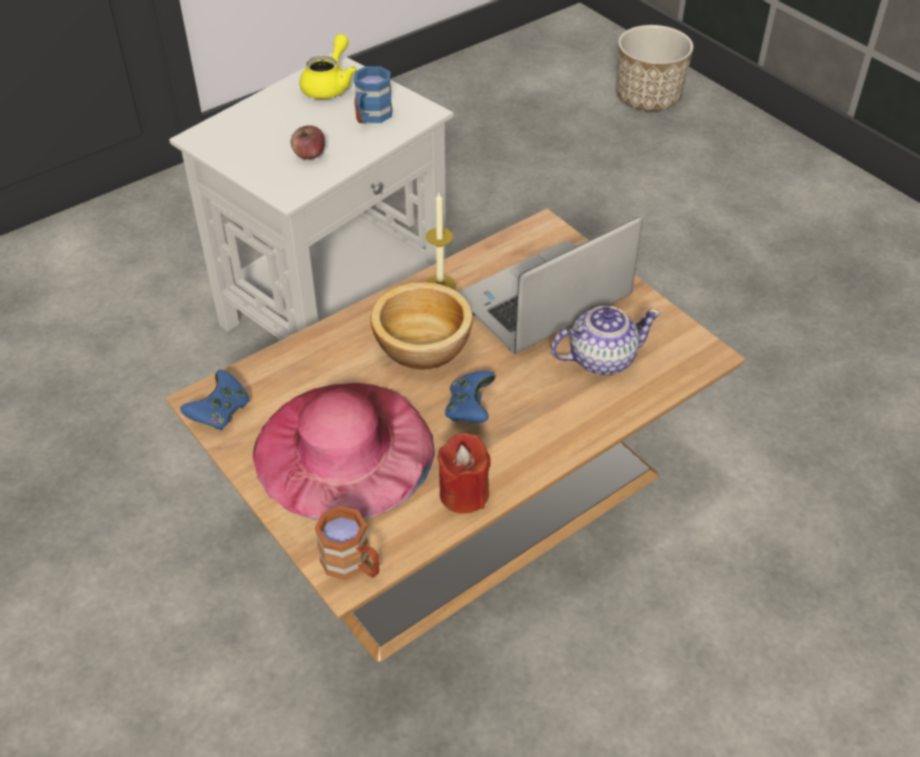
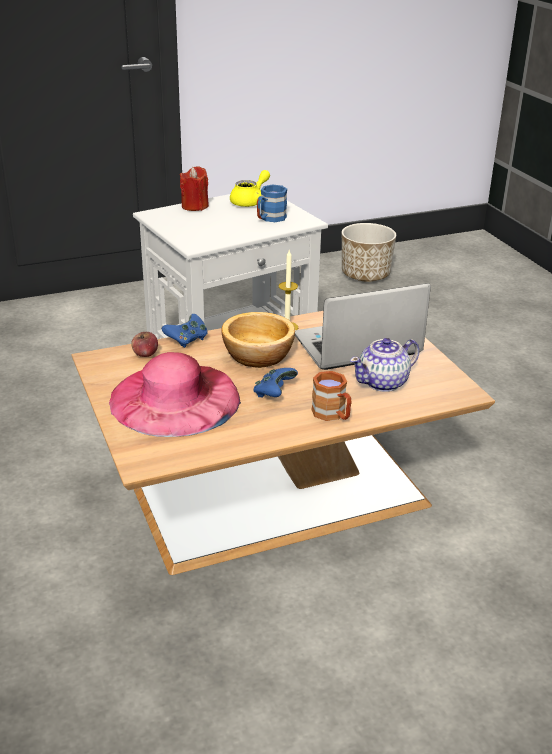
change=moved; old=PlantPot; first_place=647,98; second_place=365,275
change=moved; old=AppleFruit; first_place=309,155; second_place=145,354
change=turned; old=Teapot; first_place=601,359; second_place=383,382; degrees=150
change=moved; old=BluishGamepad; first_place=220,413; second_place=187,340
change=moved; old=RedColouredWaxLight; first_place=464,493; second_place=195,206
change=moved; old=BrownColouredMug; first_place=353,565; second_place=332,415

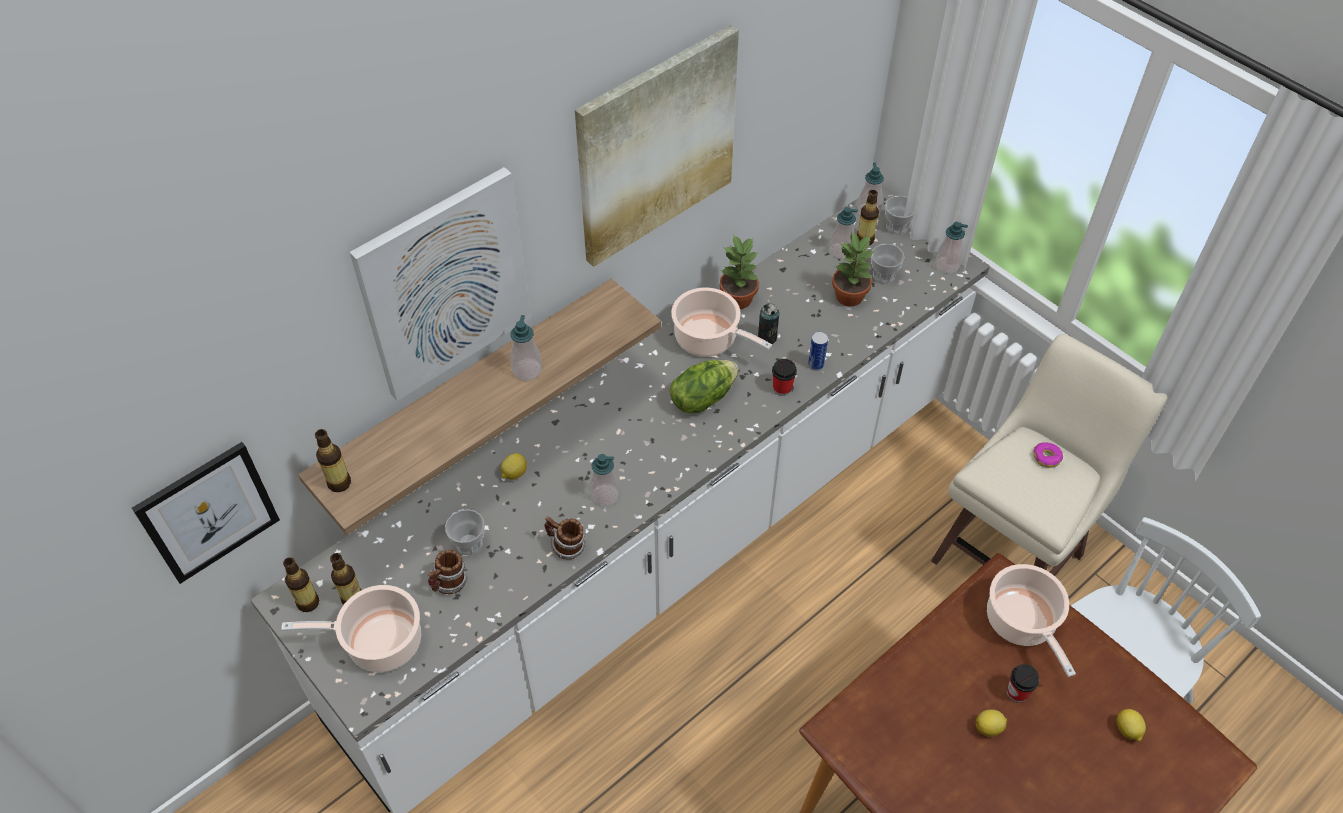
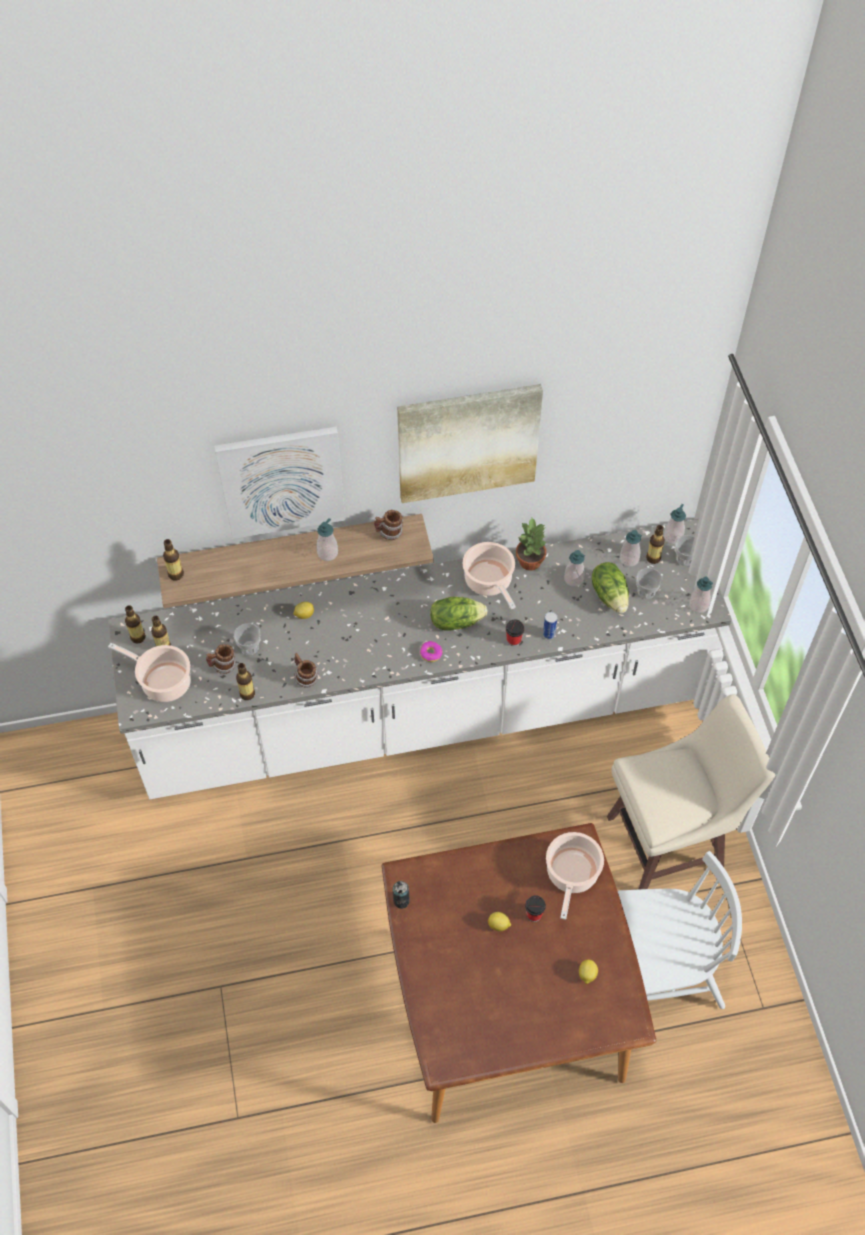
change=replaced; old=Houseplant; new=Lettuce; first_place=849,296; second_place=610,595
change=moved; old=Can; first_place=767,338; second_place=401,901
change=removed; old=WallArt; first_place=208,512
change=moved; old=Donut; first_place=1046,458; second_place=431,654
change=moved; old=SoapDispenser; first_place=605,496; second_place=573,579
change=added; new=Mug; second_place=389,533
change=added; new=Bottle; second_place=247,694

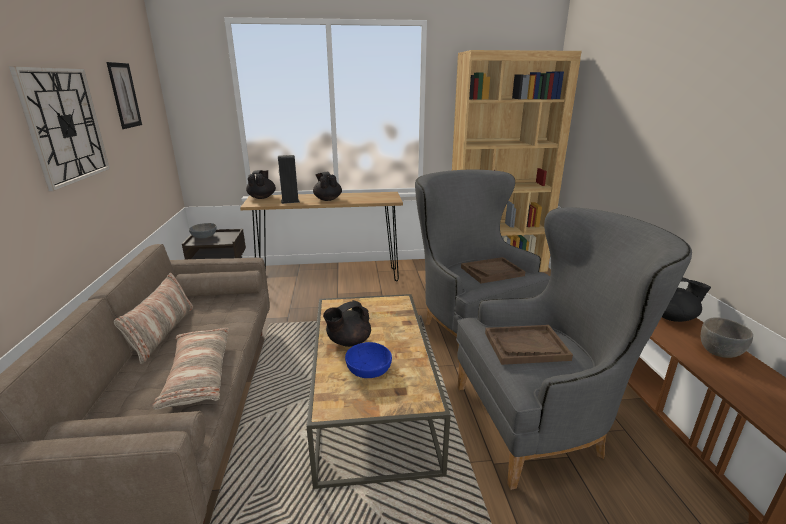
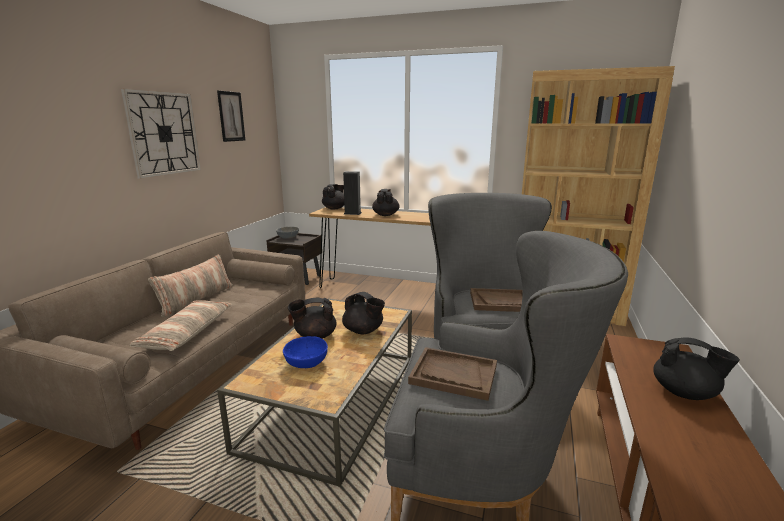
change=removed; old=GreyishDeepDish; first_place=719,352
change=added; new=BlackishTeapot; second_place=363,331

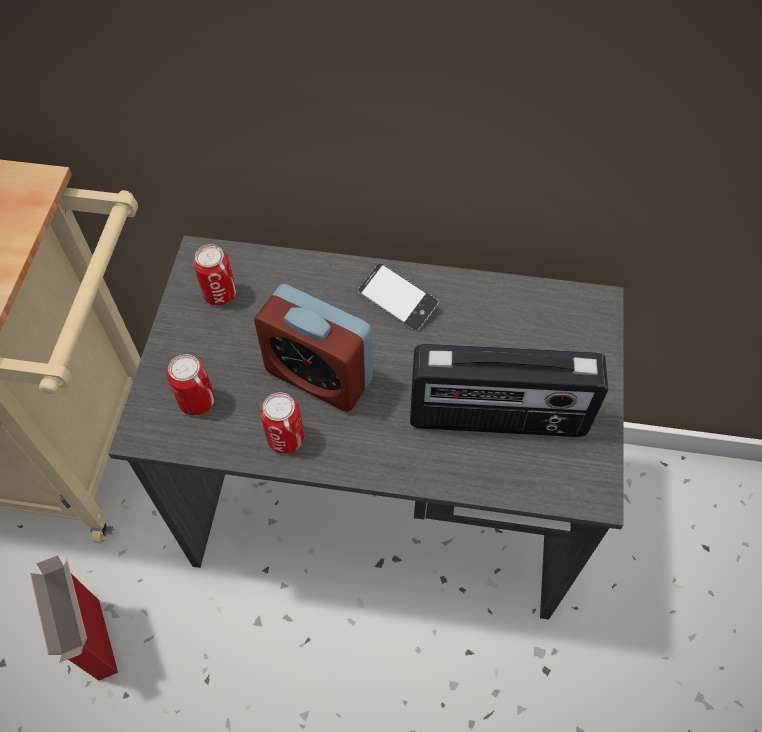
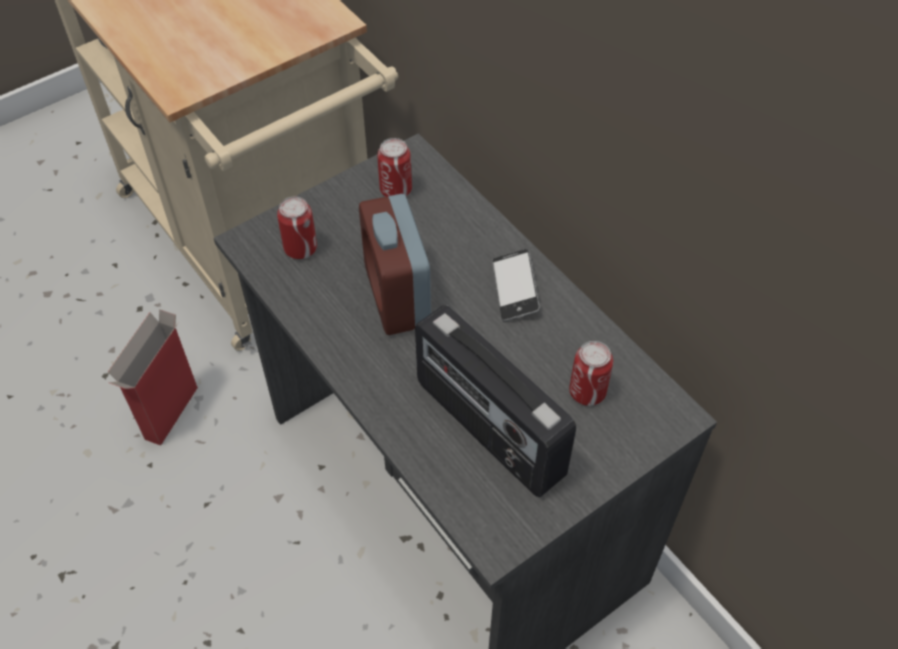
change=moved; old=Can; first_place=285,438; second_place=587,392

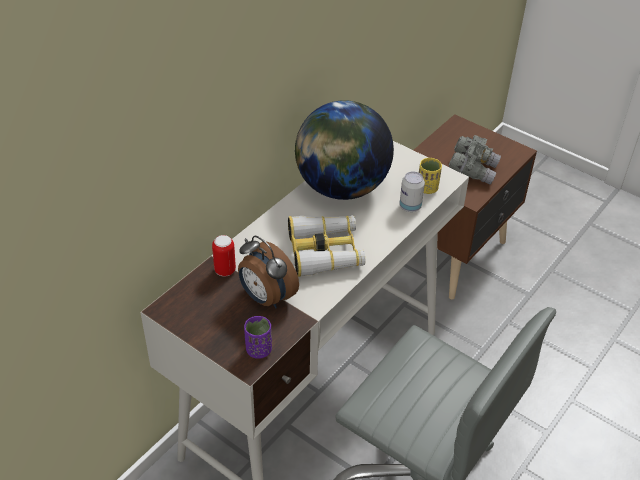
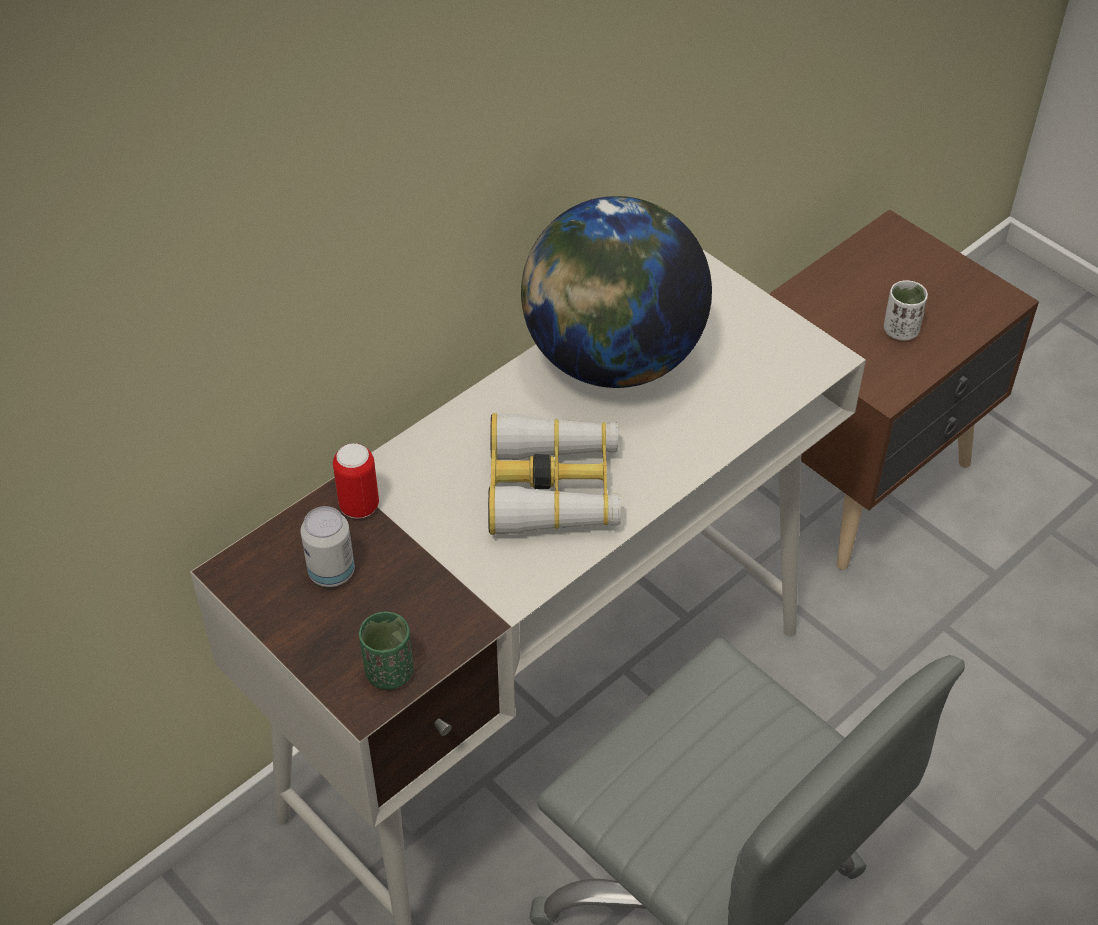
change=replaced; old=GreyishFieldGlasses; new=WhiteColouredDrinkingCup; first_place=472,170; second_place=900,330
change=removed; old=YellowDrinkingCup; first_place=427,188
change=moved; old=Can; first_place=410,207; second_place=331,572
change=removed; old=AlarmClock; first_place=266,298
change=recoloured; old=PurpleDrinkingCup; new=GreenColouredDrinkingCup; first_place=258,350; second_place=389,672

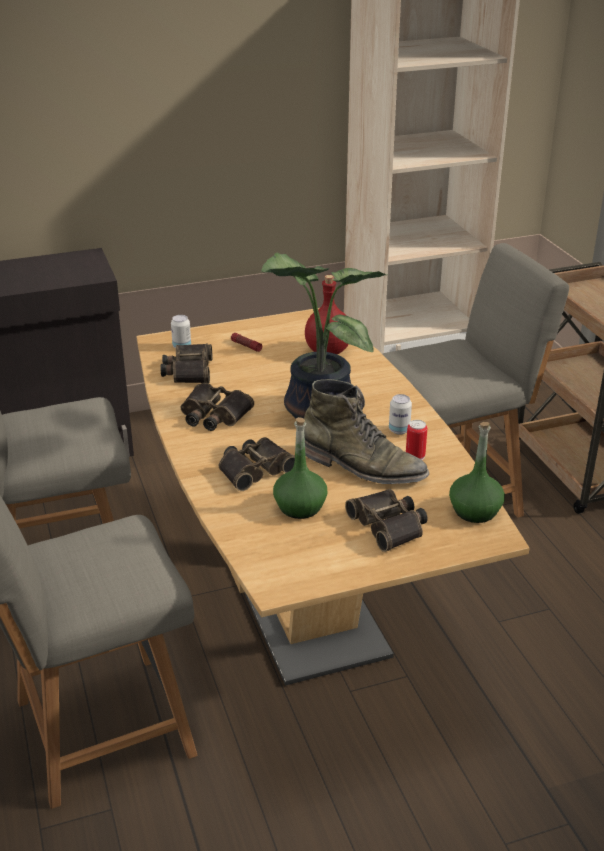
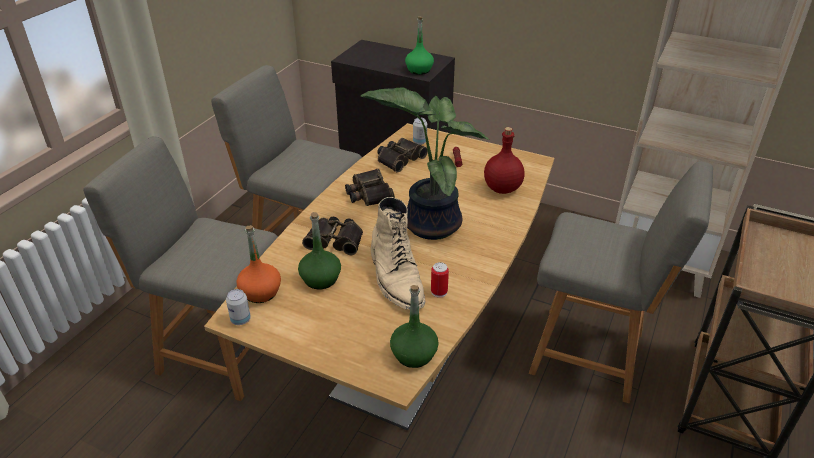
change=recoloured; old=GreenColouredTallBoot; new=SandColouredTallBoot; first_place=362,466; second_place=396,277
change=moved; old=Can; first_place=399,430; second_place=240,320
change=removed; old=FieldGlasses; first_place=389,525
change=added; new=GreenColouredBottle; second_place=419,70
change=added; new=OrangeColouredBottle; second_place=260,292

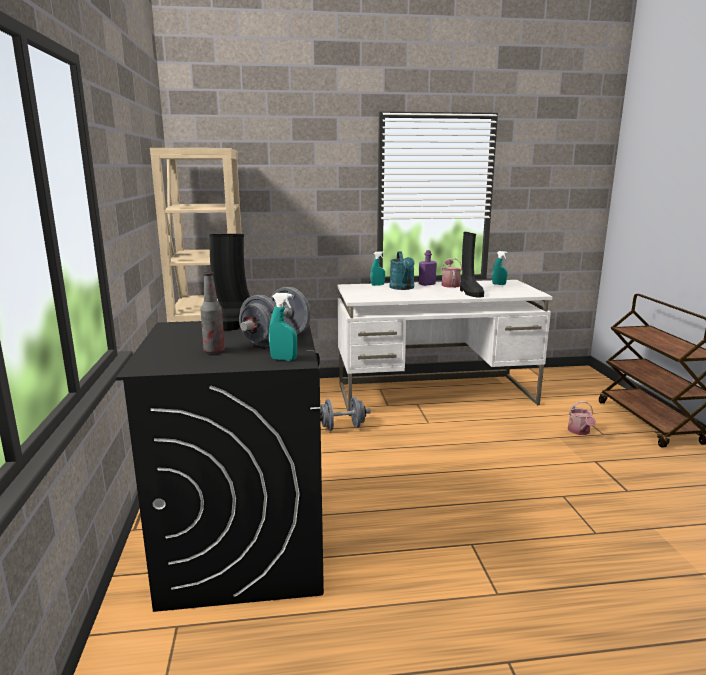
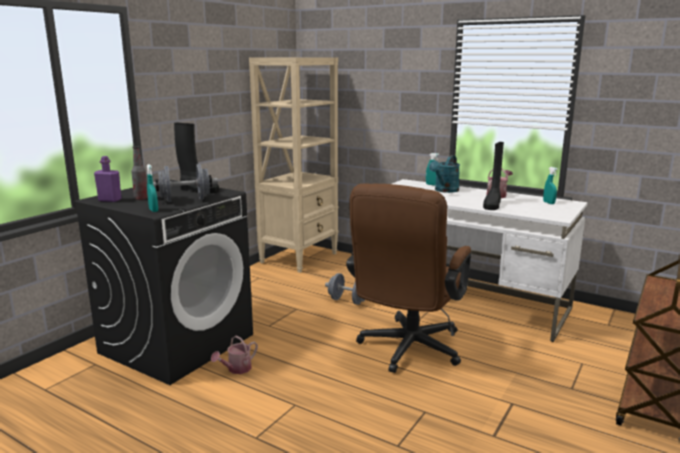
change=moved; old=PurpleBottle; first_place=427,284; second_place=110,200
change=moved; old=WateringPot; first_place=579,432; second_place=236,369
change=added; new=BrownColouredComputerChair; second_place=407,351

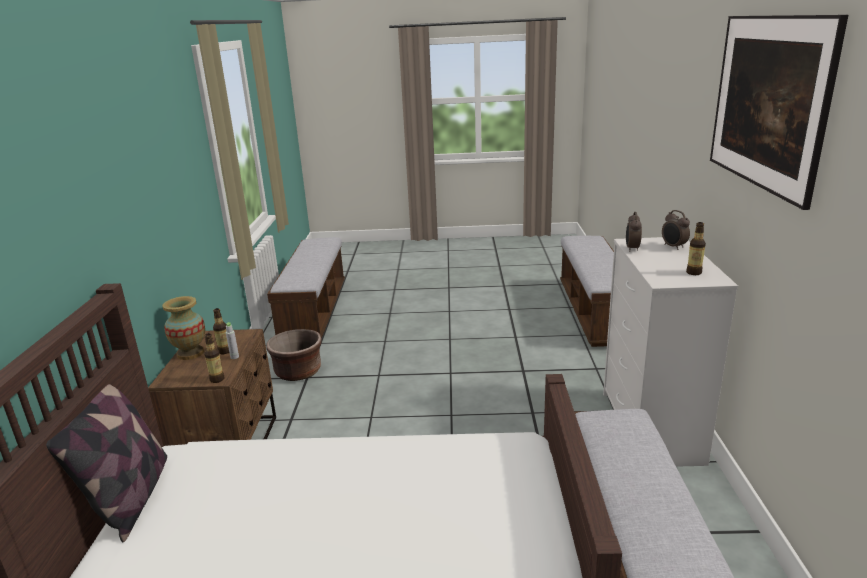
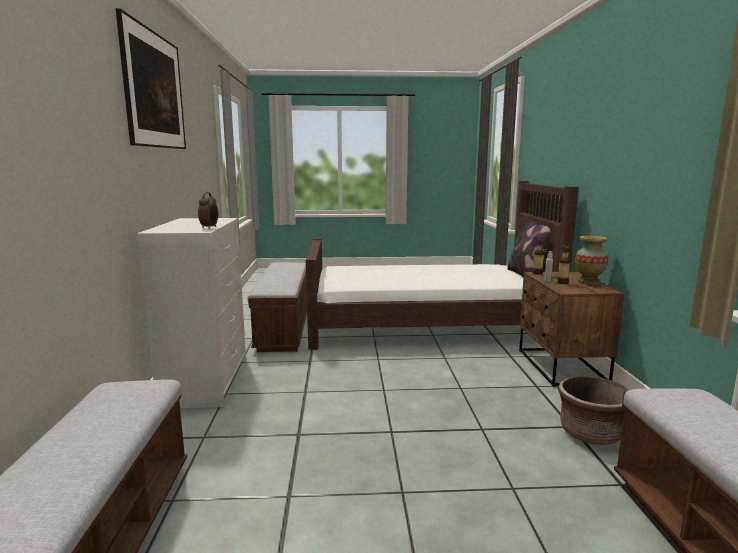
change=removed; old=AlarmClock; first_place=673,247
change=removed; old=Bottle; first_place=694,273

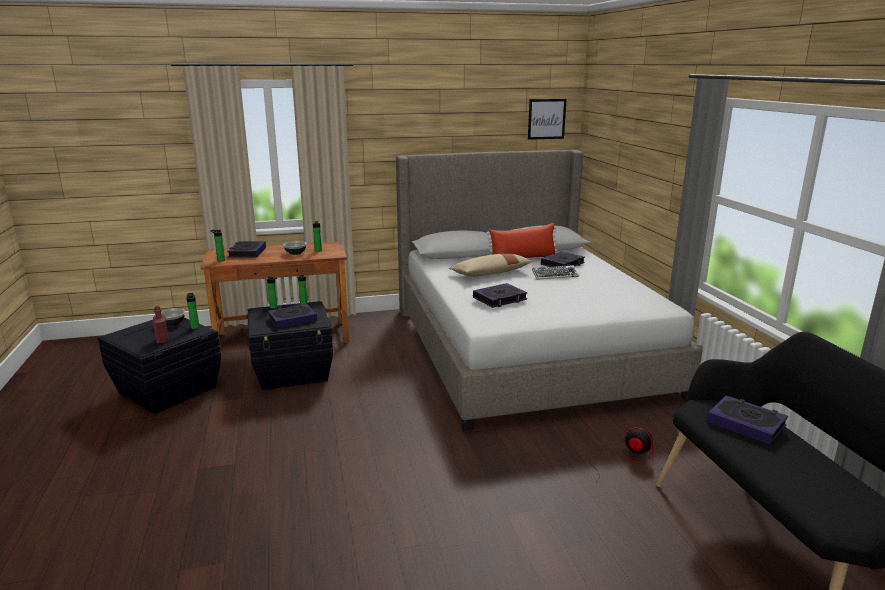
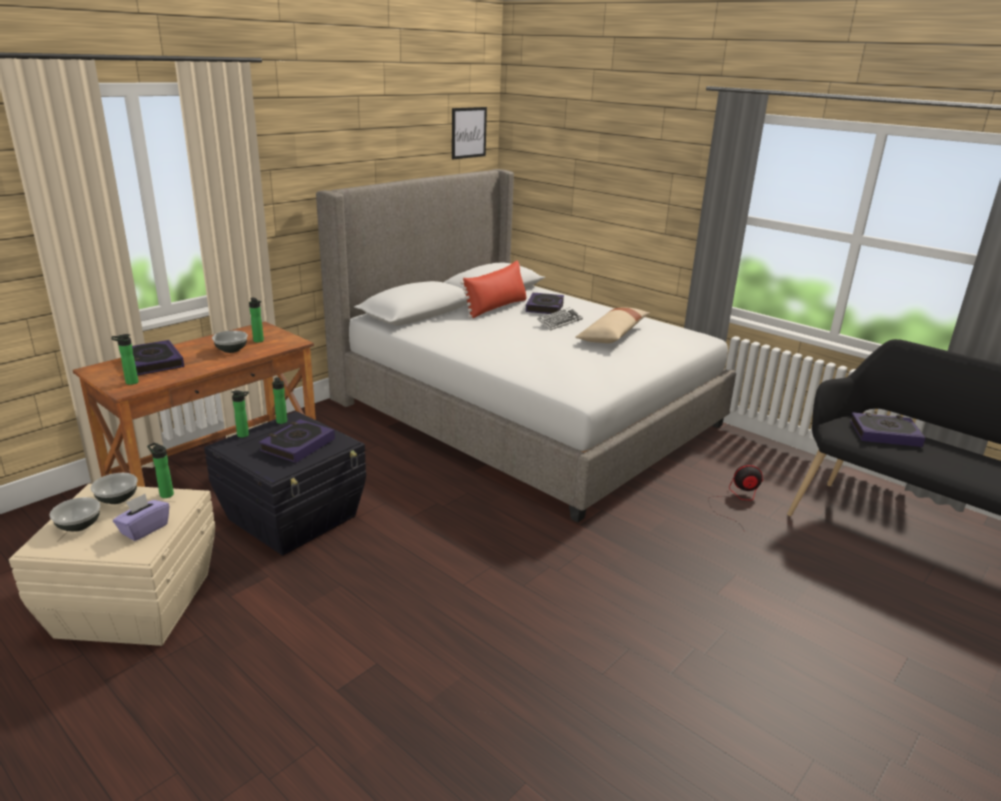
change=moved; old=SandColouredThrowPillow; first_place=490,273; second_place=612,335
change=removed; old=Volume; first_place=500,299
change=replaced; old=RedColouredBottle; new=PurpleBoxOfTissues; first_place=162,340; second_place=144,529
change=recoloured; old=BlackishStorageContainer; new=SandColouredStorageContainer; first_place=168,390; second_place=134,603
change=added; new=DeepDish; second_place=79,525

